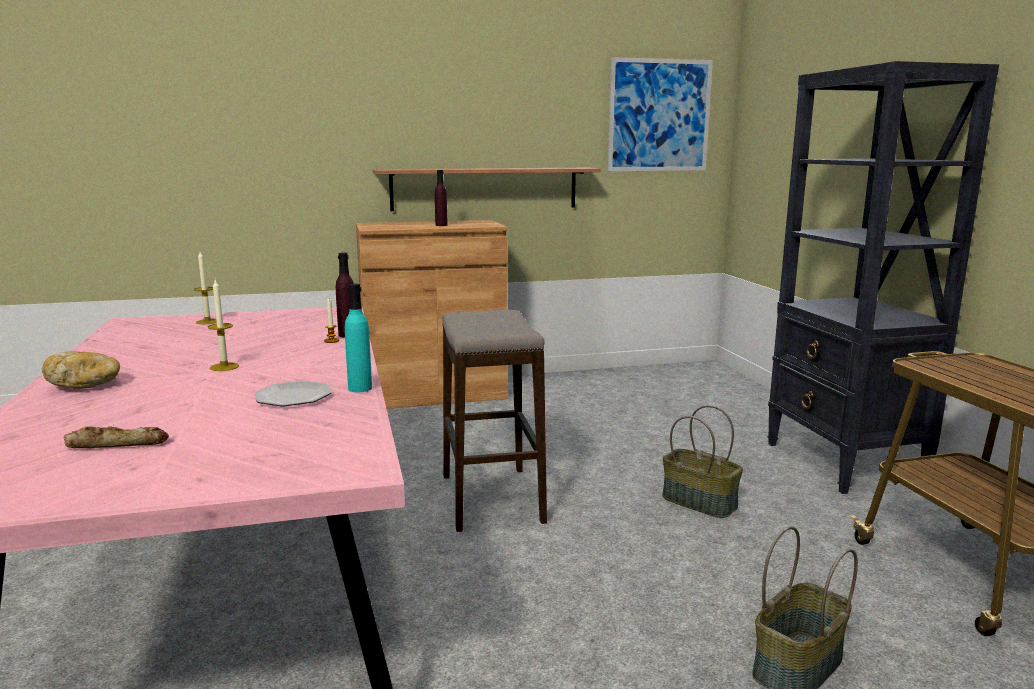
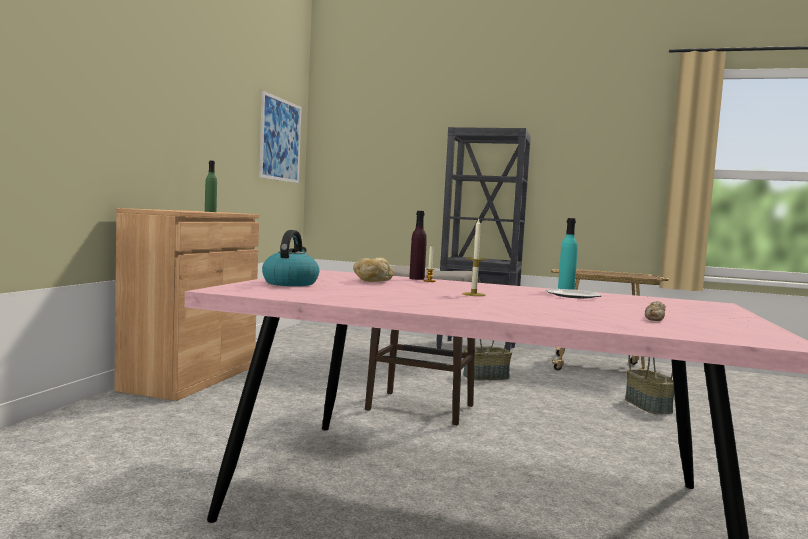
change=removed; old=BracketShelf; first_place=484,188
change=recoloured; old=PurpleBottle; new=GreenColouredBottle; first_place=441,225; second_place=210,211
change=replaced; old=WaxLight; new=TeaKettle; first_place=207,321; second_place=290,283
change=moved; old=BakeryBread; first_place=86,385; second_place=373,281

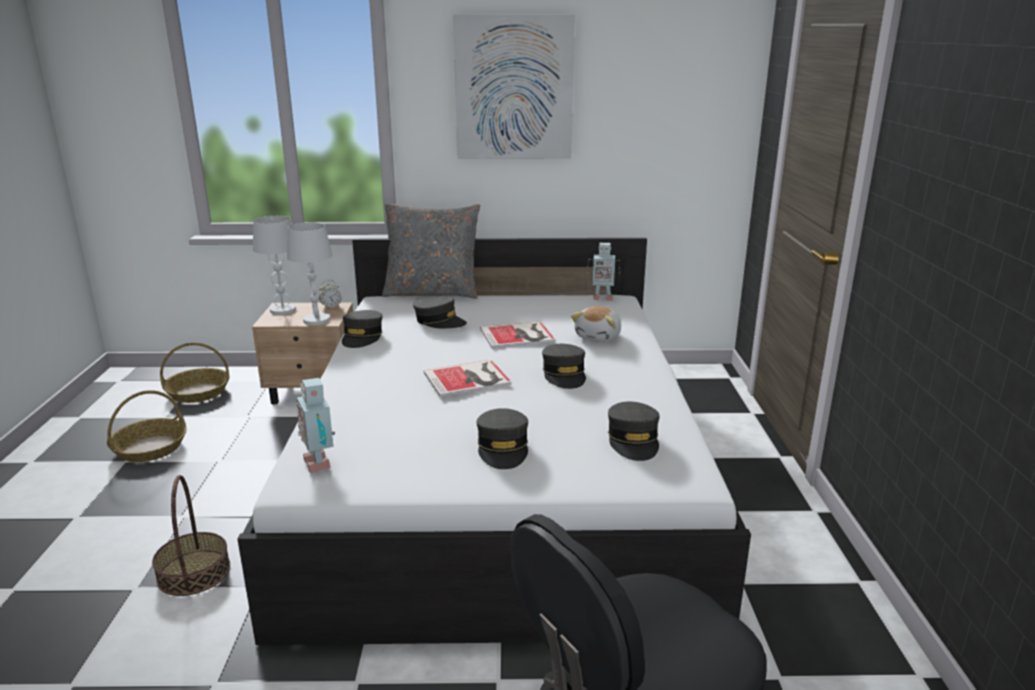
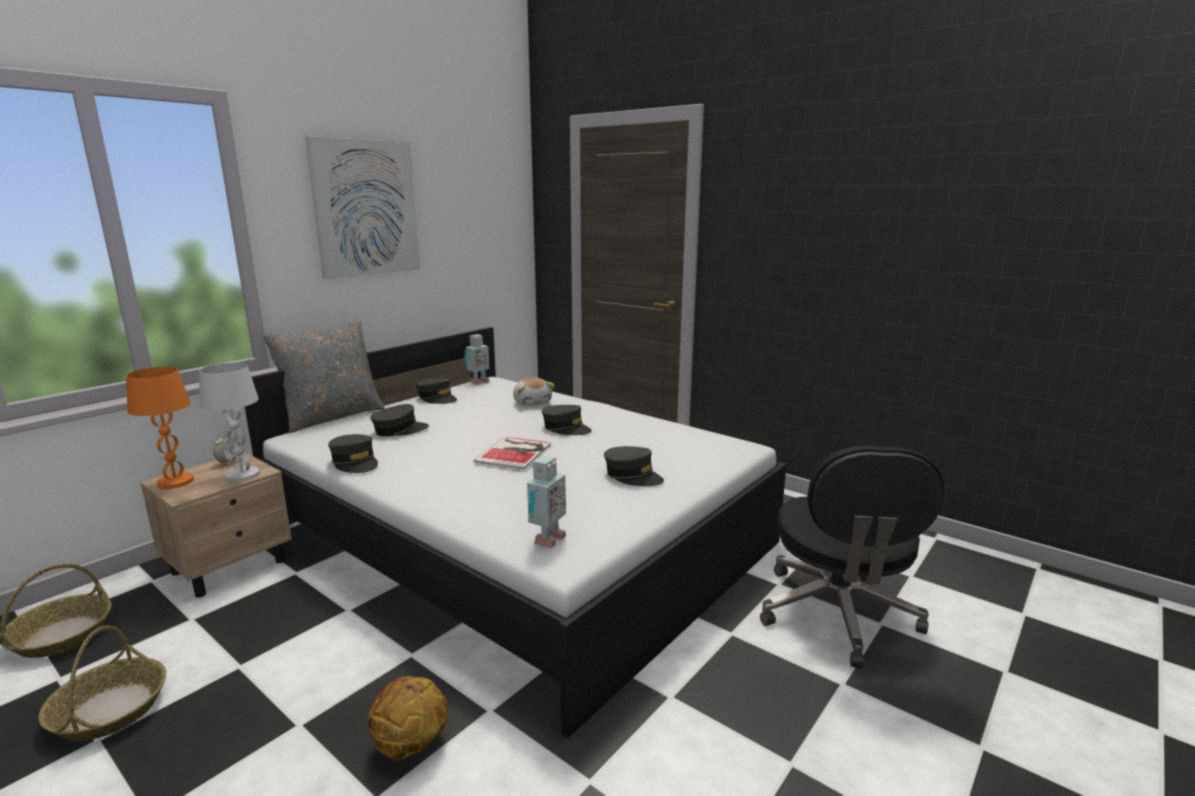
change=recoloured; old=WhiteColouredLampForATable; new=OrangeColouredLampForATable; first_place=283,310; second_place=175,482
change=removed; old=Volume; first_place=519,335
change=turned; old=ToyRobot; first_place=320,463; second_place=547,540; degrees=-75
change=moved; old=GreyishCap; first_place=633,441; second_place=437,398
change=replaced; old=Basket; new=BallForBasketball; first_place=193,572; second_place=410,746

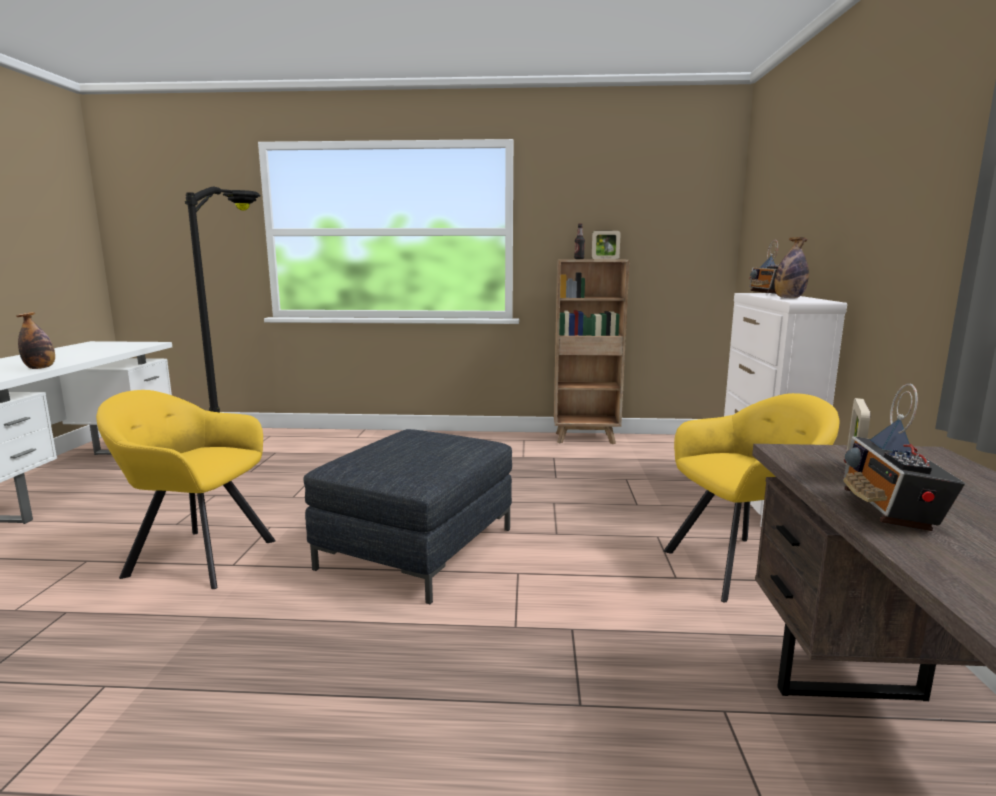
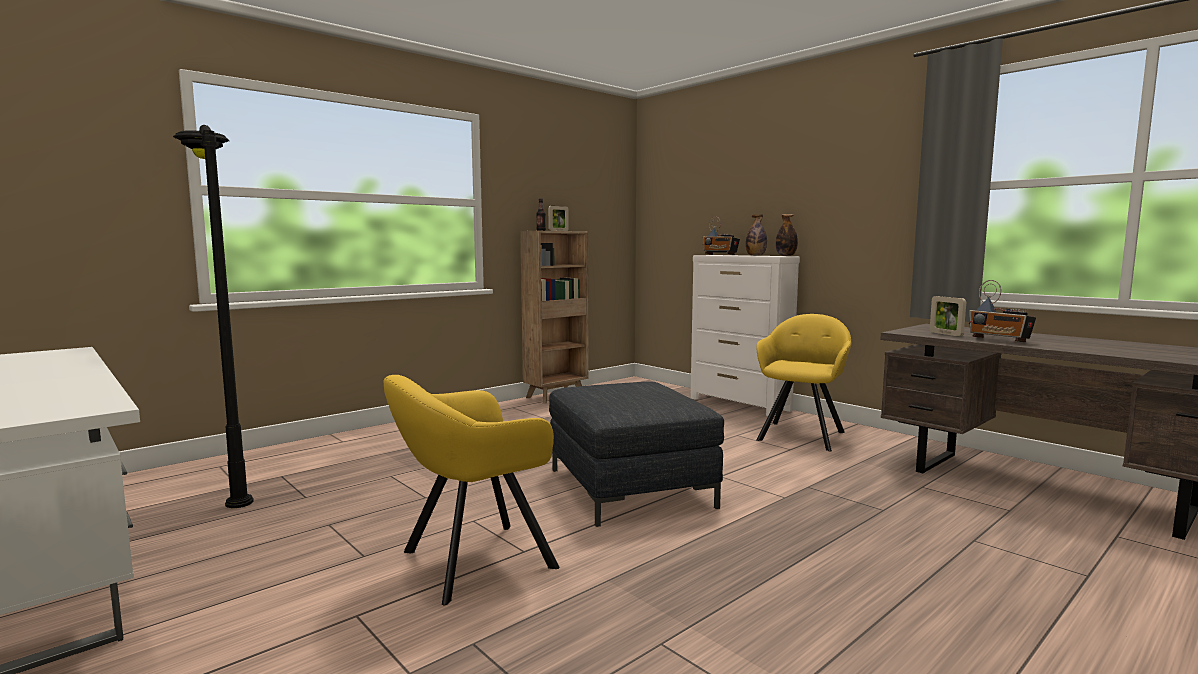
change=moved; old=Bottle; first_place=40,368; second_place=786,256

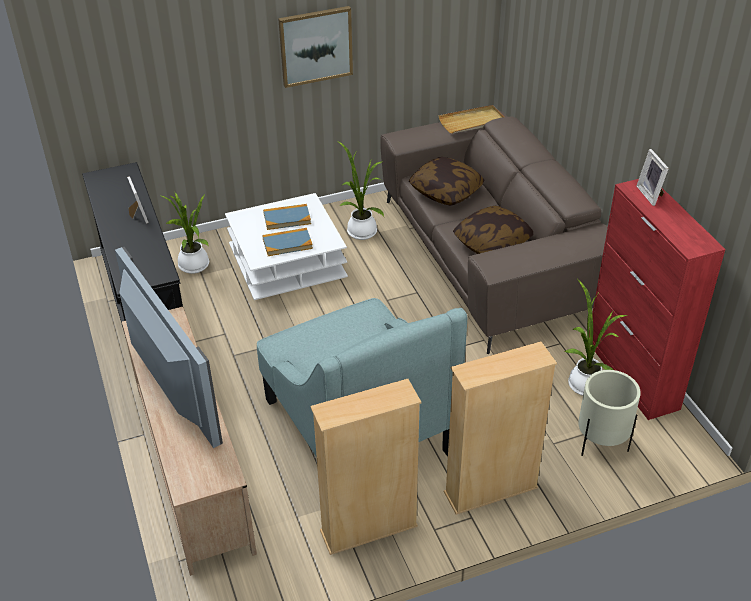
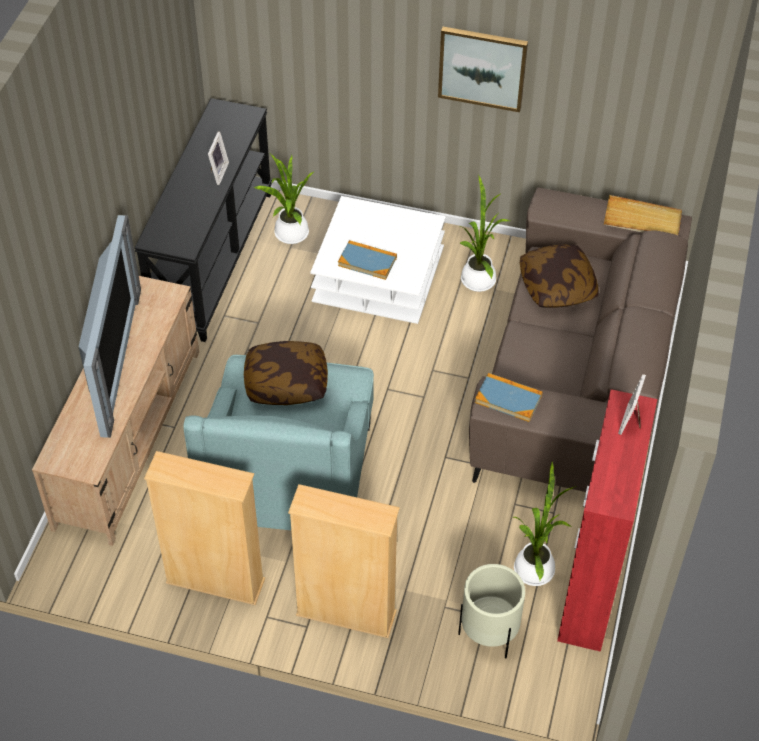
change=moved; old=Volume; first_place=287,218; second_place=508,399
change=moved; old=ThrowPillow; first_place=492,243; second_place=286,383

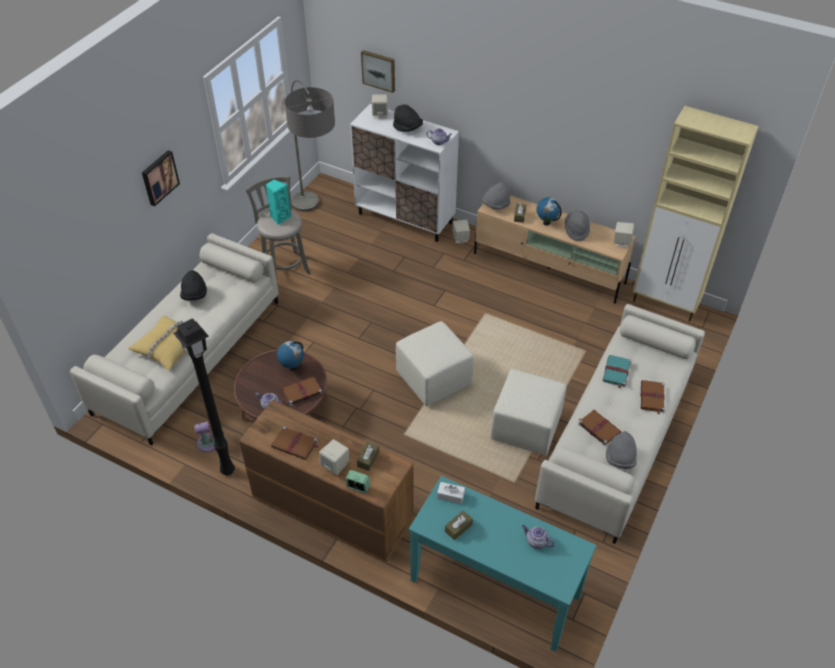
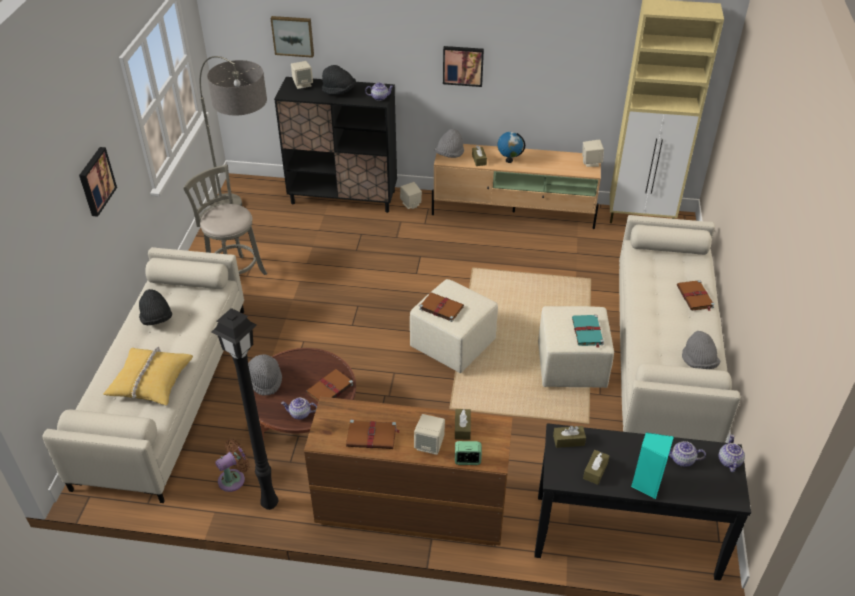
change=recoloured; old=WhiteColouredCabinet; new=BlackishCabinet; first_place=405,218; second_place=343,197
change=moved; old=TurquoiseColouredAudioSpeaker; first_place=280,217; second_place=646,484
change=moved; old=GreyishWearableHat; first_place=576,230; second_place=265,380
change=removed; old=Globe; first_place=292,367
change=moved; old=TurquoiseColouredVolume; first_place=616,372; second_place=587,332
change=moved; old=BrownColouredVolume; first_place=598,428; second_place=440,308
change=recoloured; old=TurquoiseColouredConsoleTable; new=BlackishConsoleTable; first_place=494,589; second_place=625,536
change=recoloured; old=WhiteColouredBoxOfTissues; new=BrownColouredBoxOfTissues; first_place=450,496; second_place=568,440
change=added; new=WallArt; second_place=463,65
change=added; new=Teapot; second_place=728,461

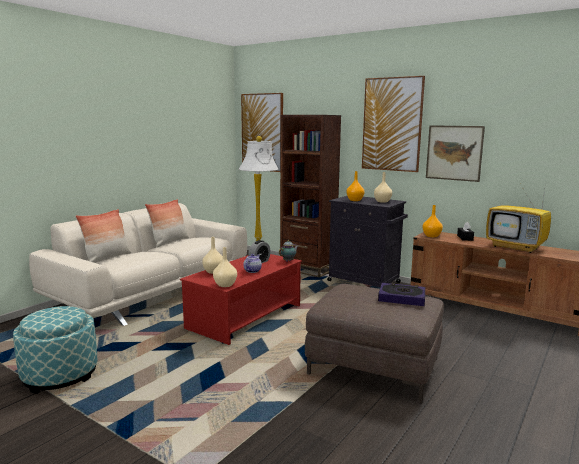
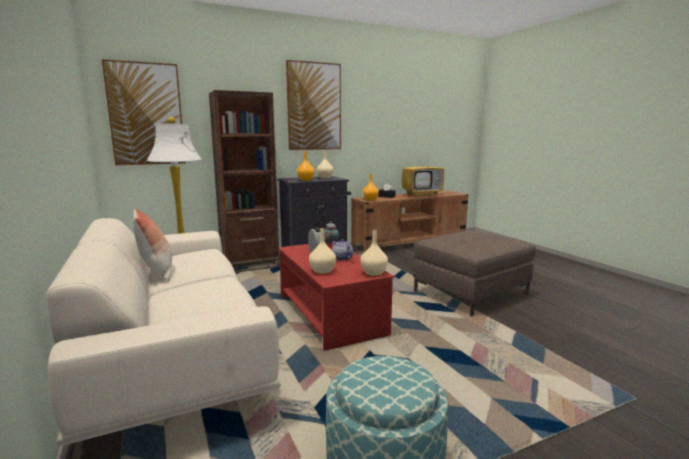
change=removed; old=WallArt; first_place=454,153
change=removed; old=ThrowPillow; first_place=107,258
change=removed; old=Volume; first_place=401,298

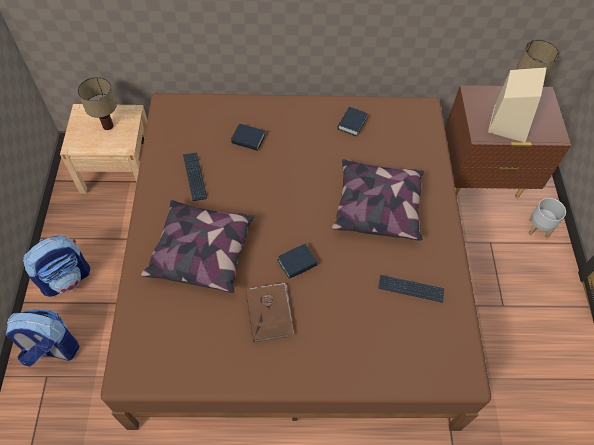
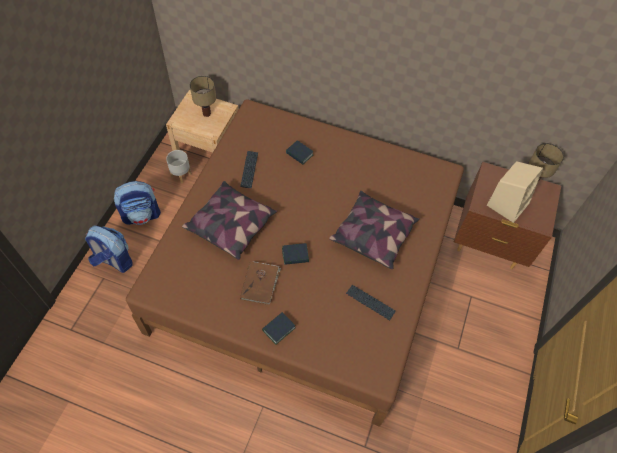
change=moved; old=Volume; first_place=352,123; second_place=278,329
change=moved; old=GreyishPlantPot; first_place=538,228; second_place=181,175

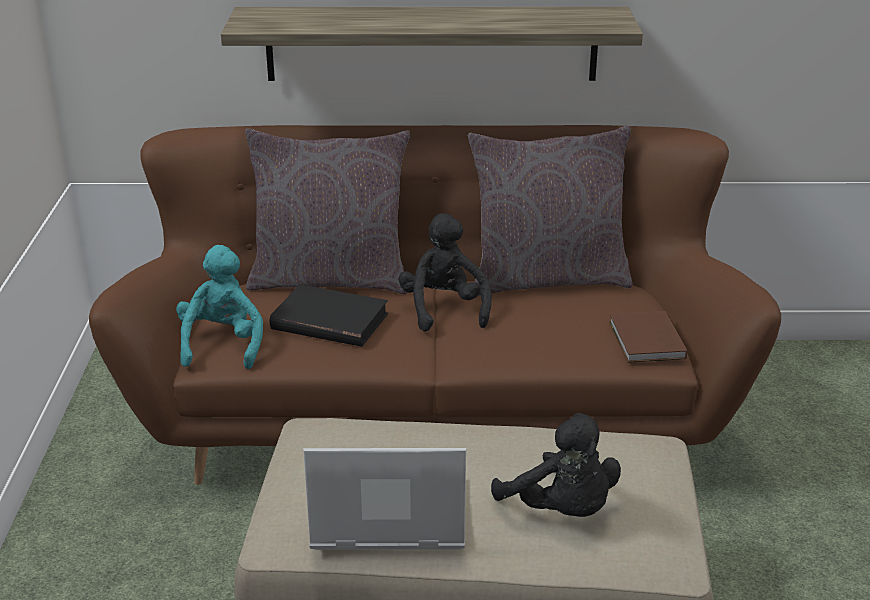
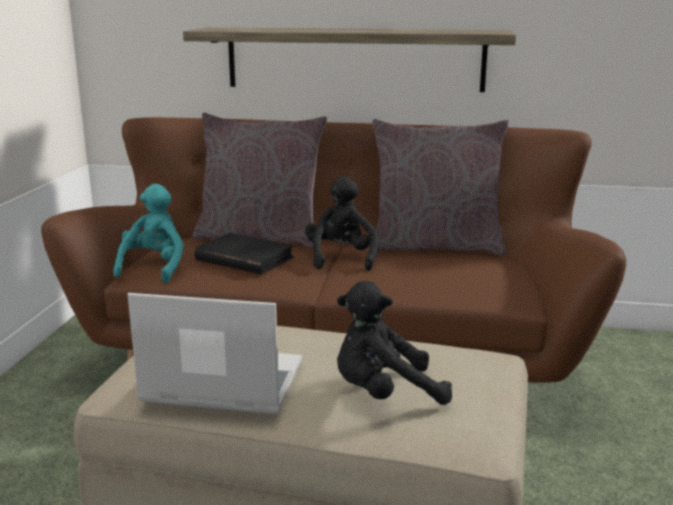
change=removed; old=BrownColouredVolume; first_place=646,341
change=turned; old=BlackishPlushToy; first_place=561,510; second_place=384,394; degrees=105

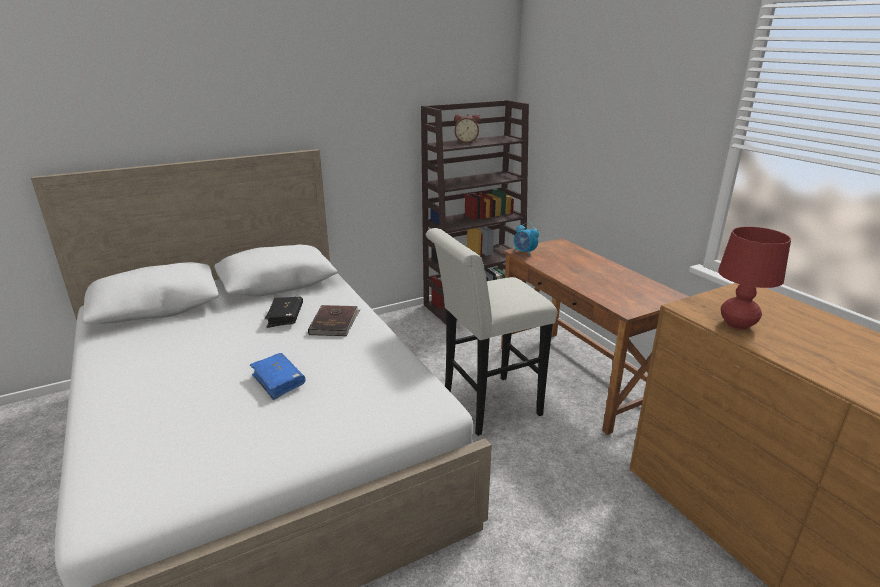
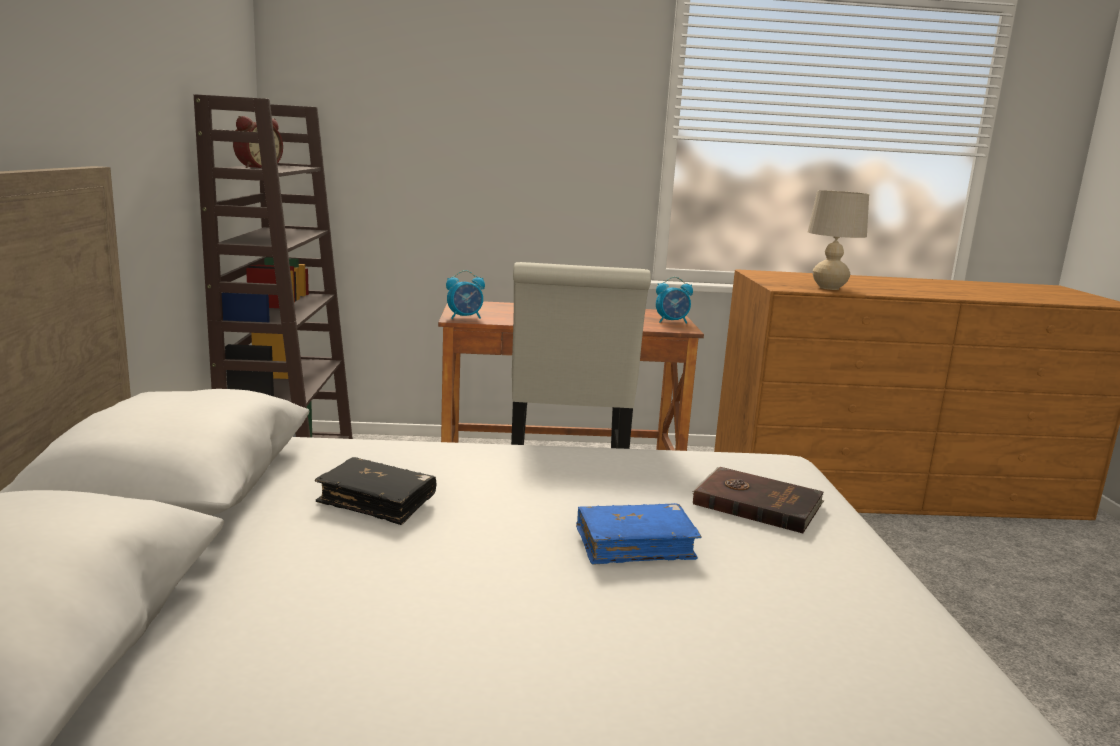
change=recoloured; old=RedColouredLampForATable; new=SandColouredLampForATable; first_place=737,325; second_place=829,288
change=moved; old=BrownColouredVolume; first_place=335,322; second_place=757,503
change=added; new=AlarmClock; second_place=672,322

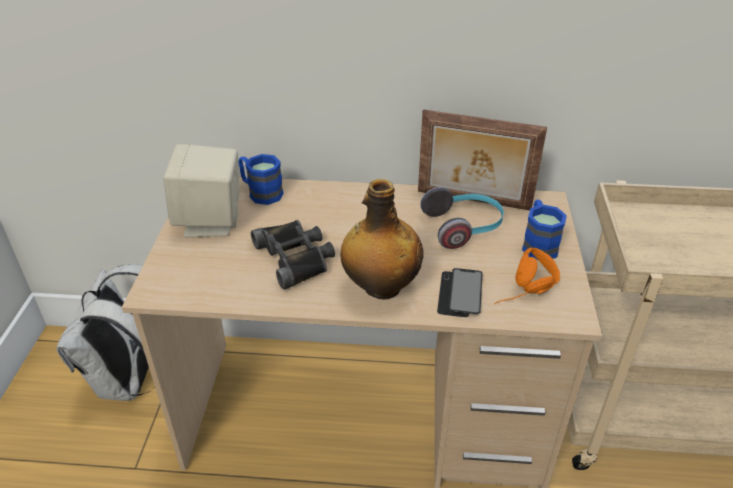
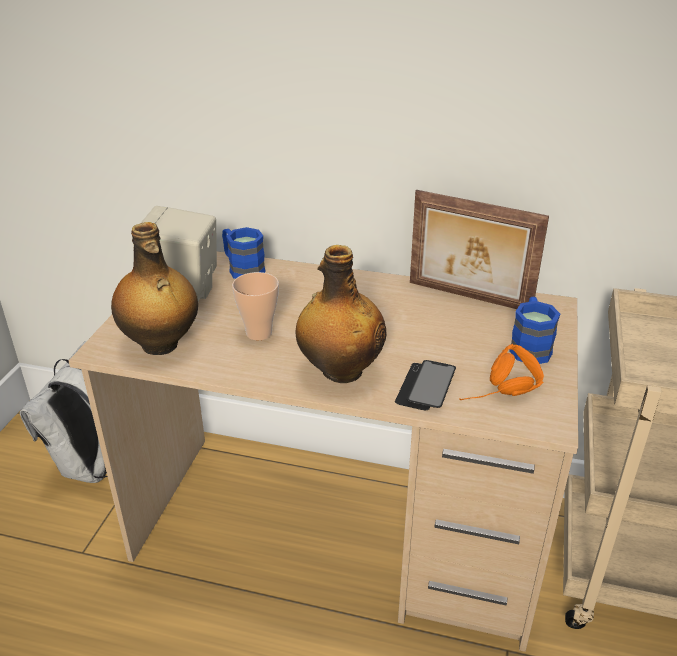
change=removed; old=Headset; first_place=463,227
change=replaced; old=BlackishFieldGlasses; new=DrinkingCup; first_place=295,257; second_place=259,333
change=added; new=Bottle; second_place=160,345

